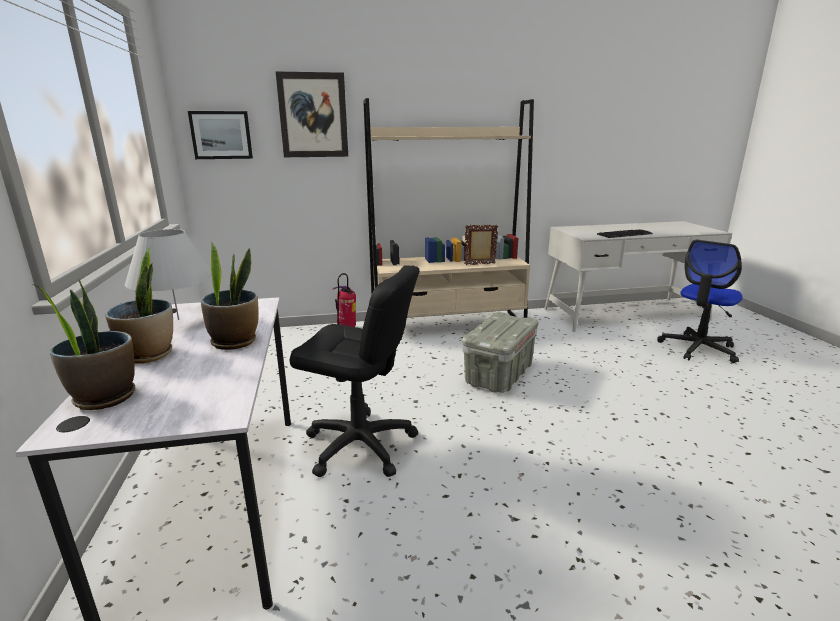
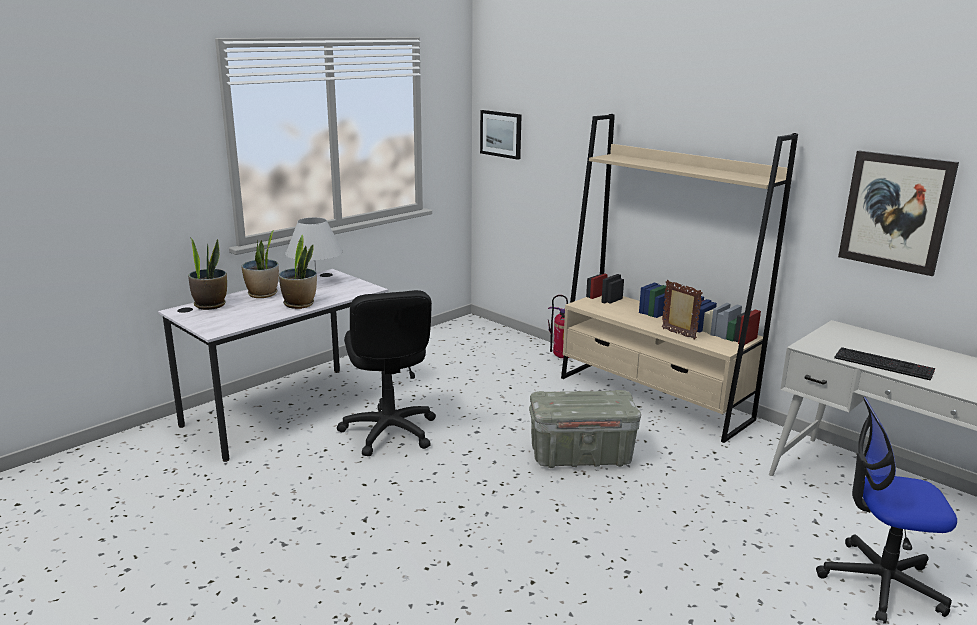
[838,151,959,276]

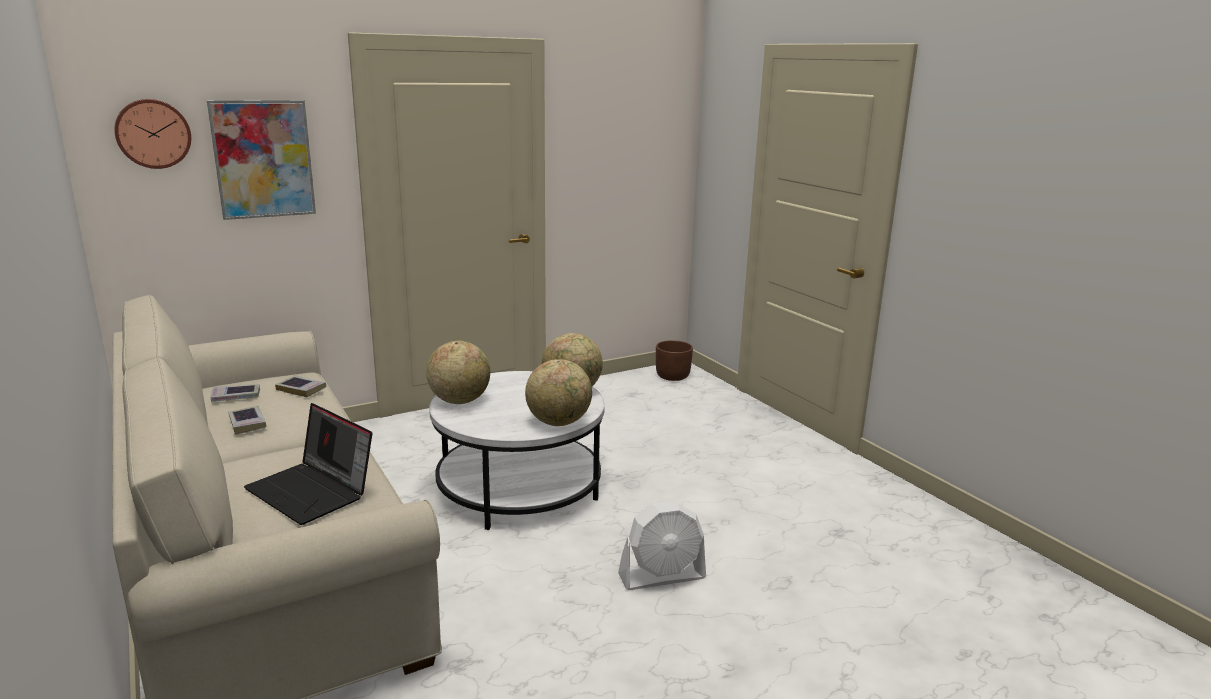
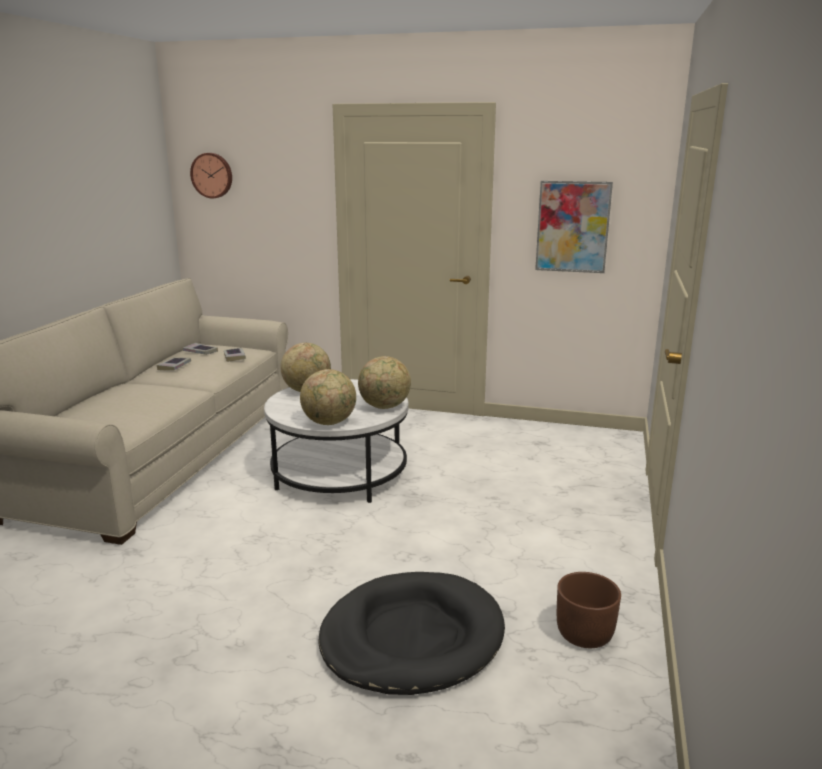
[318,572,505,695]
[535,181,613,273]
[557,572,621,648]
[244,403,372,525] (first image)
[618,501,706,590] (first image)

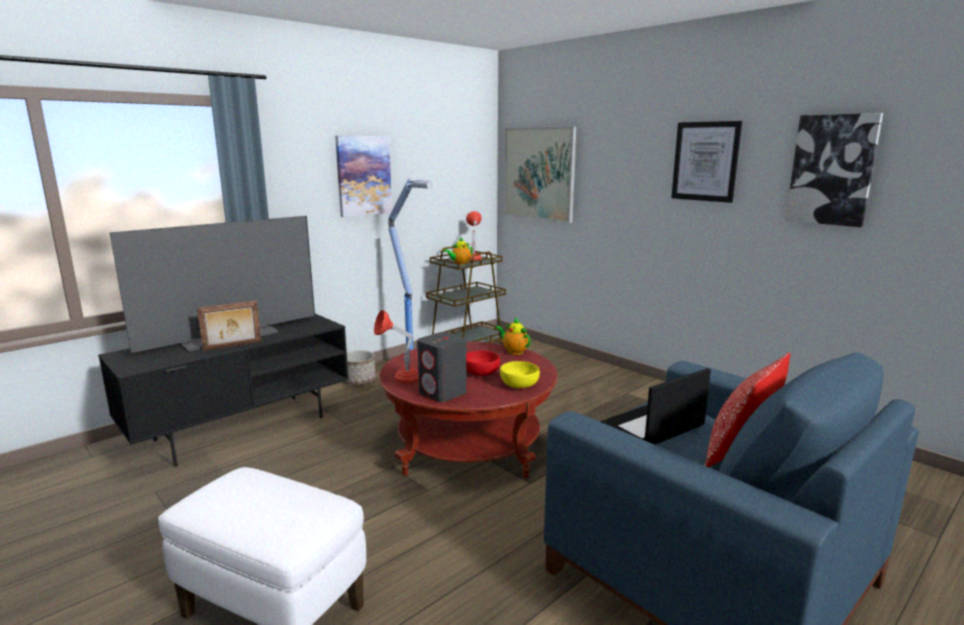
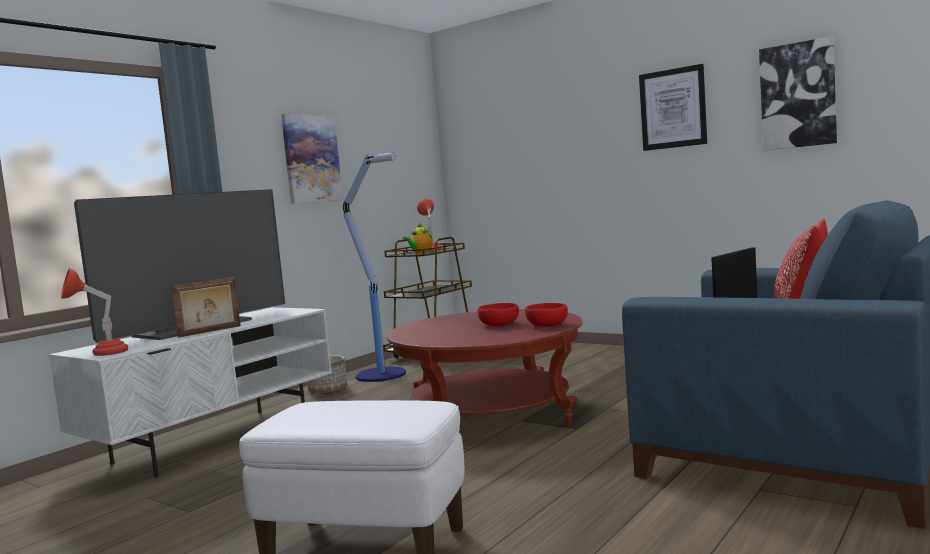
[49,307,332,478]
[61,268,128,356]
[525,303,568,326]
[417,332,467,402] (first image)
[495,318,531,355] (first image)
[504,126,577,223] (first image)

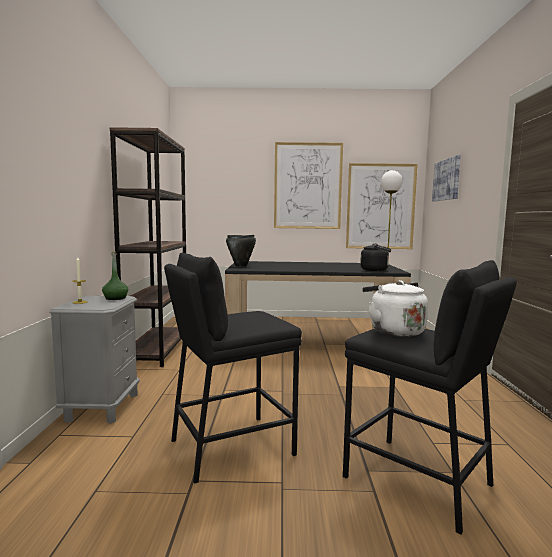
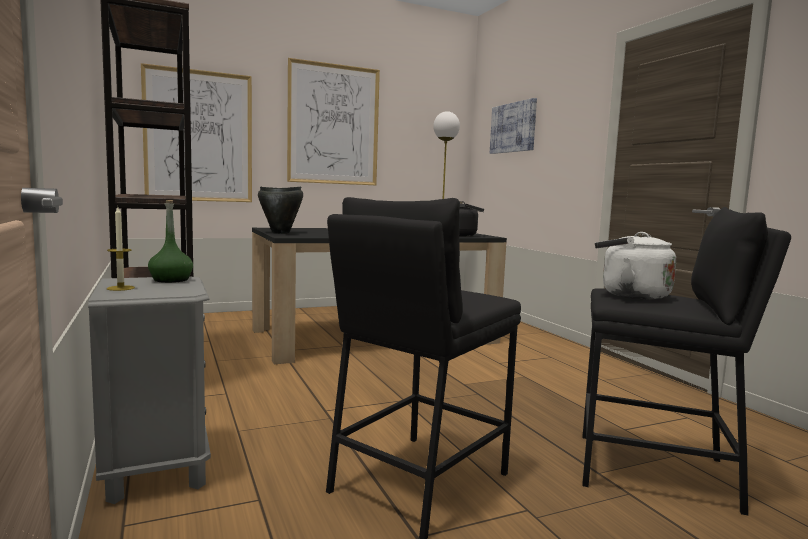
[141,63,252,202]

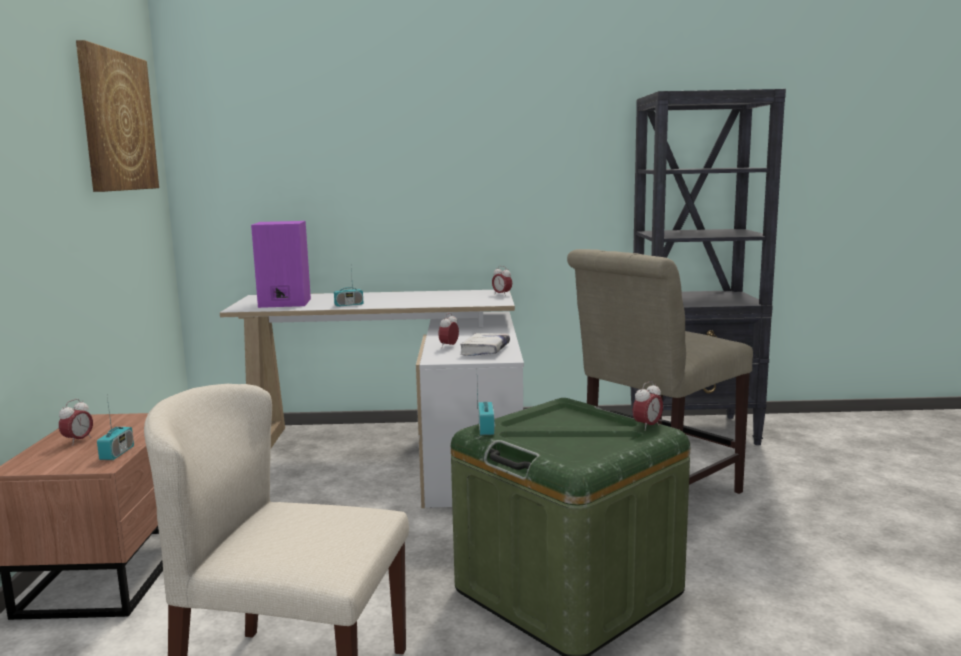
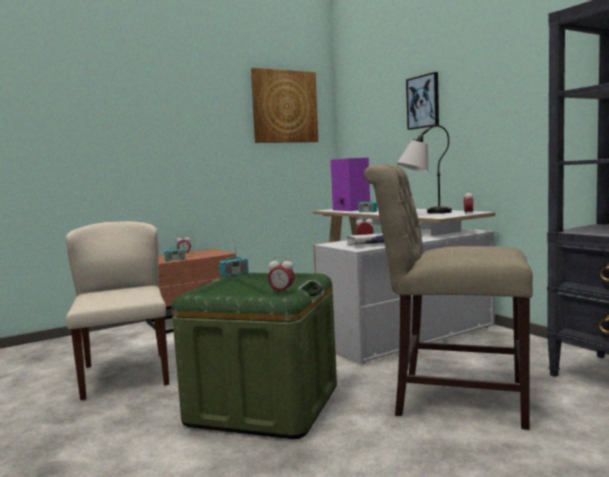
[397,125,452,214]
[406,72,439,130]

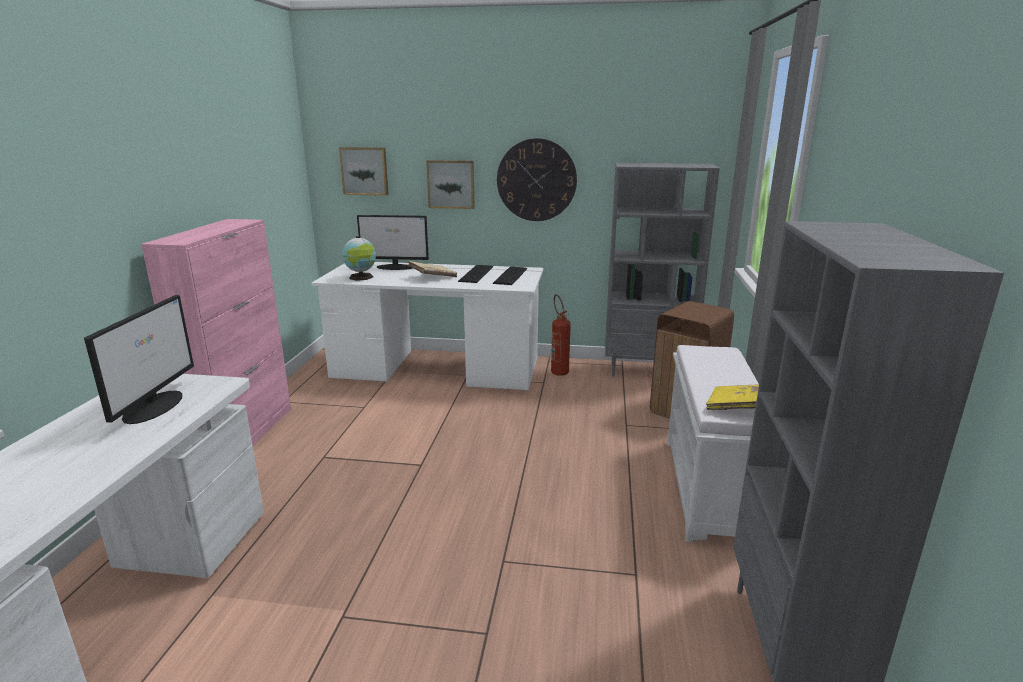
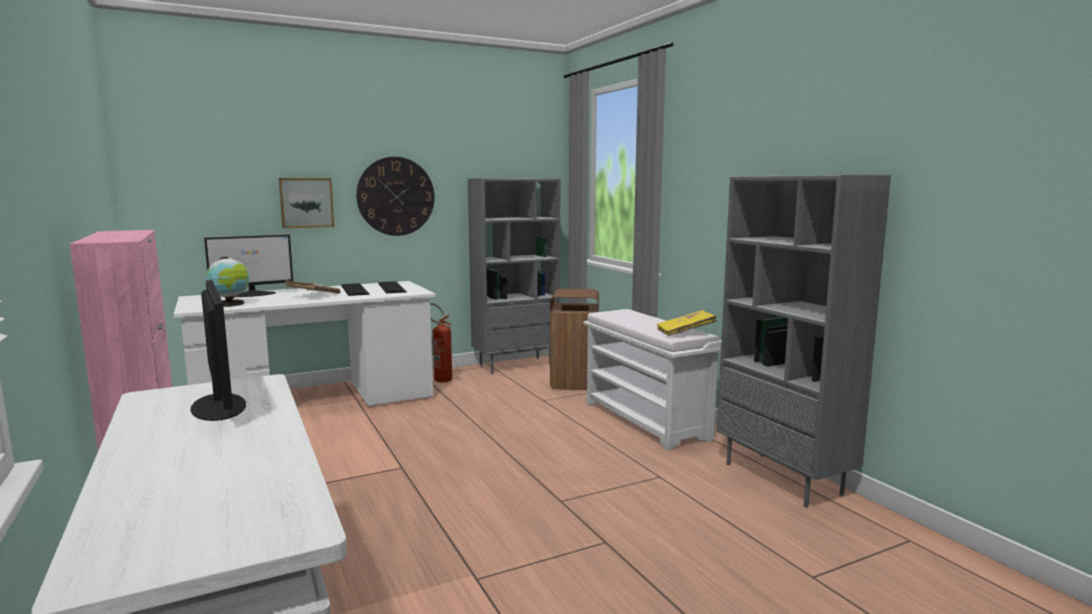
[339,147,389,196] (first image)

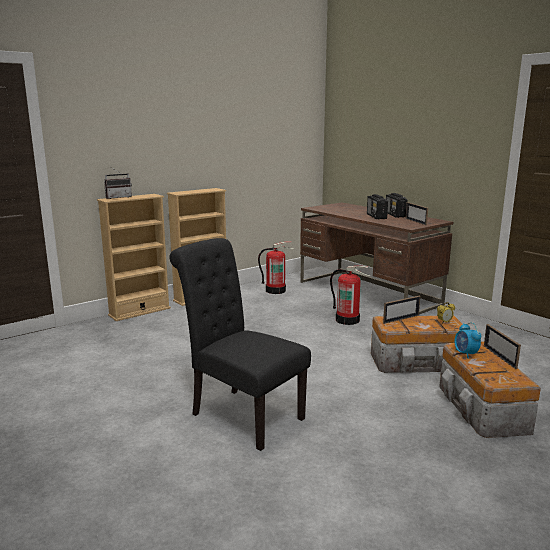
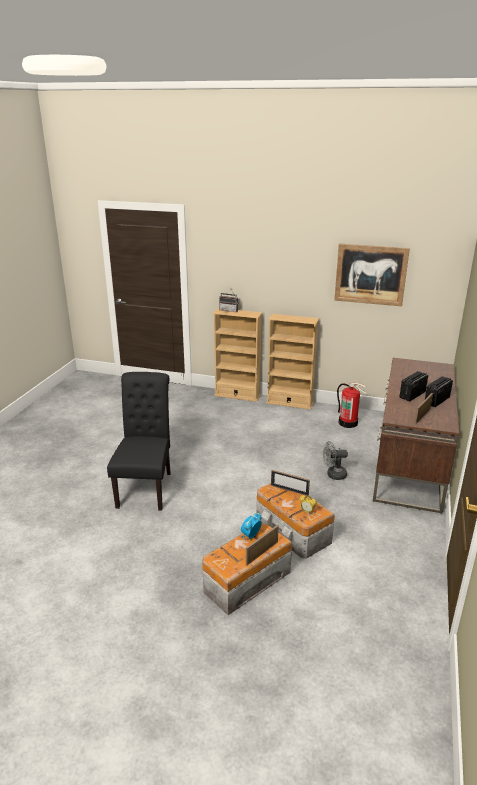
[323,441,348,480]
[334,244,410,306]

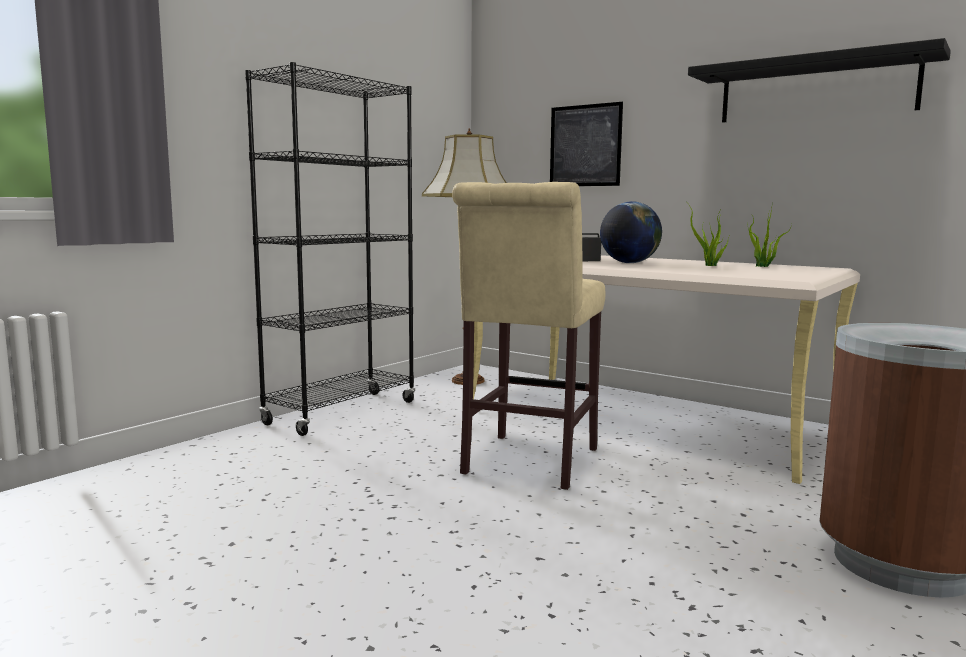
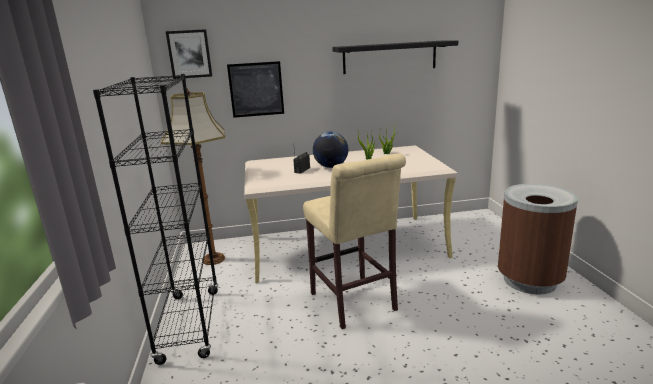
[166,29,212,79]

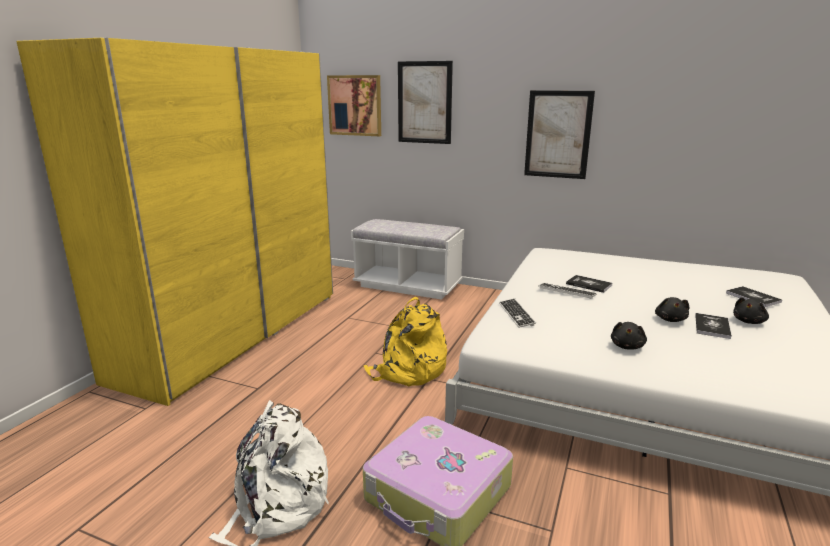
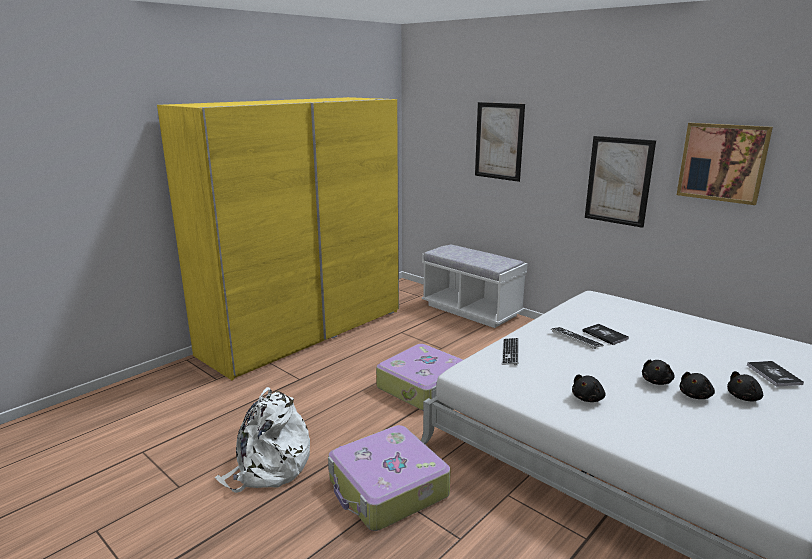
[376,344,463,410]
[677,123,773,205]
[680,372,715,399]

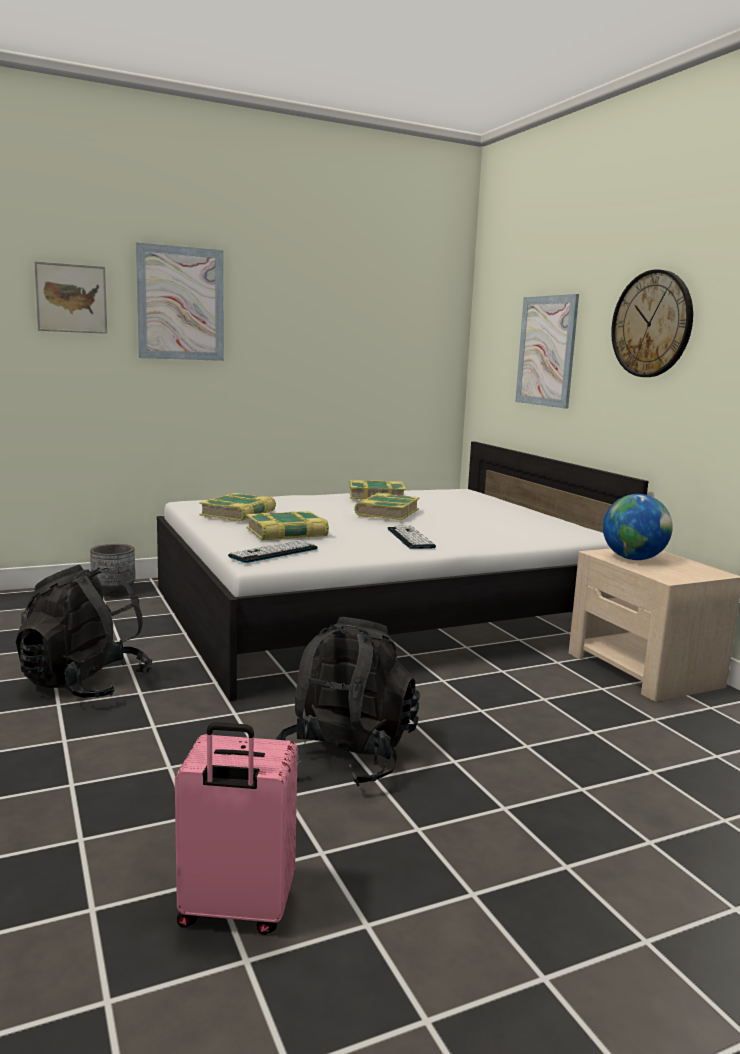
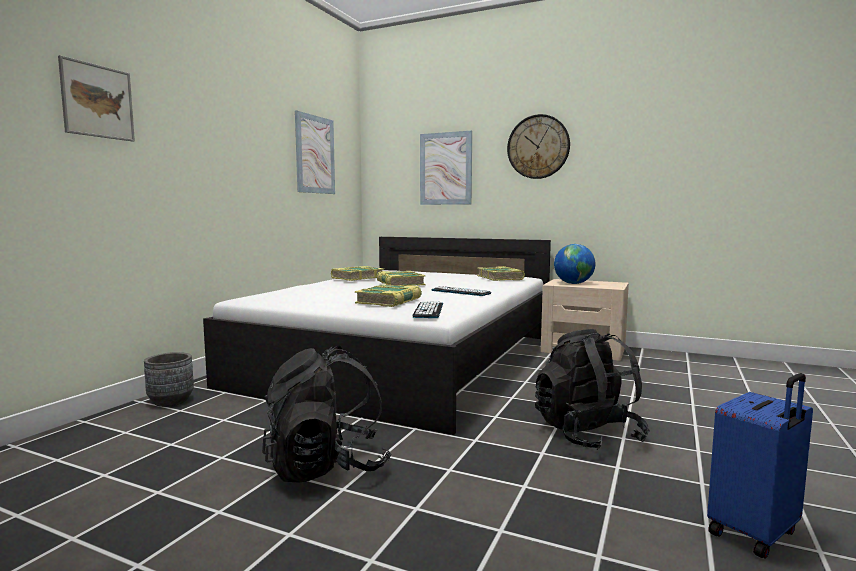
[295,110,335,194]
[477,266,525,281]
[707,373,813,559]

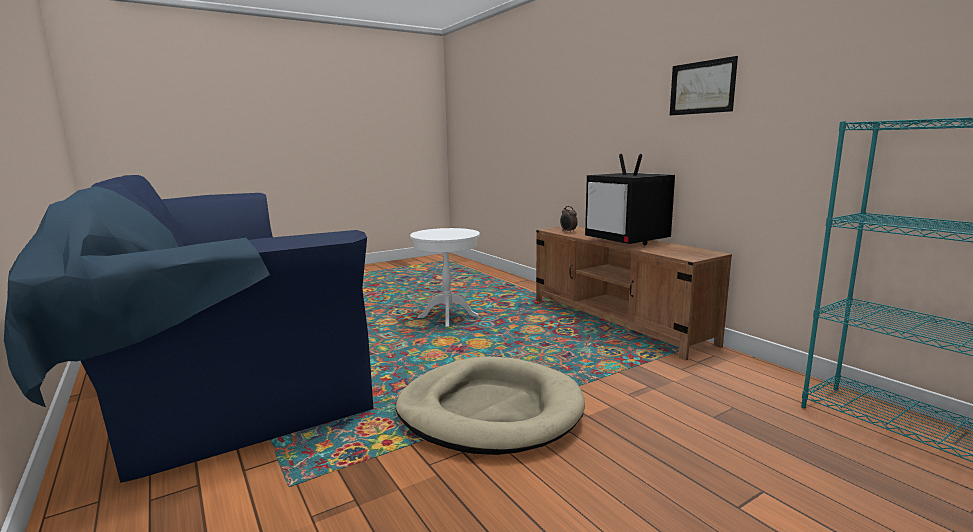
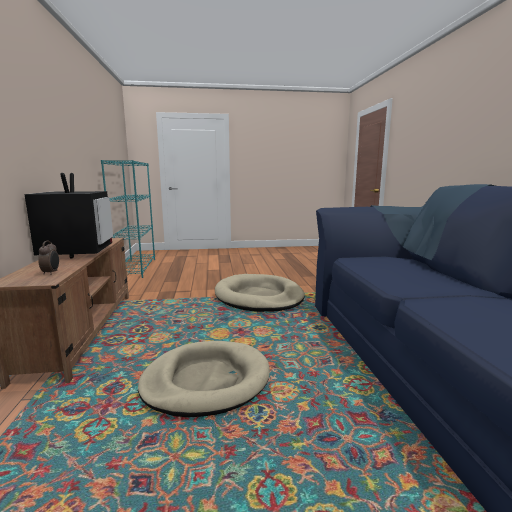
[138,341,270,417]
[670,56,738,116] (first image)

